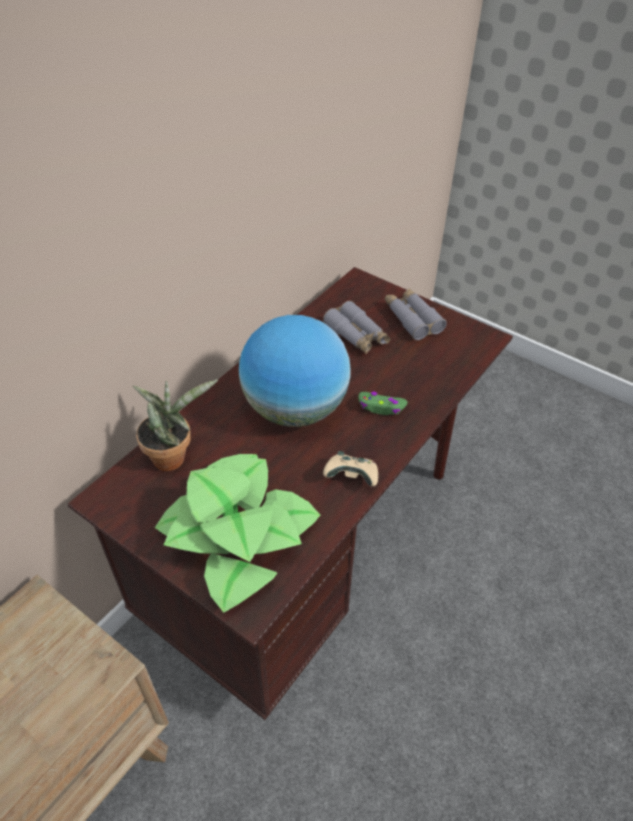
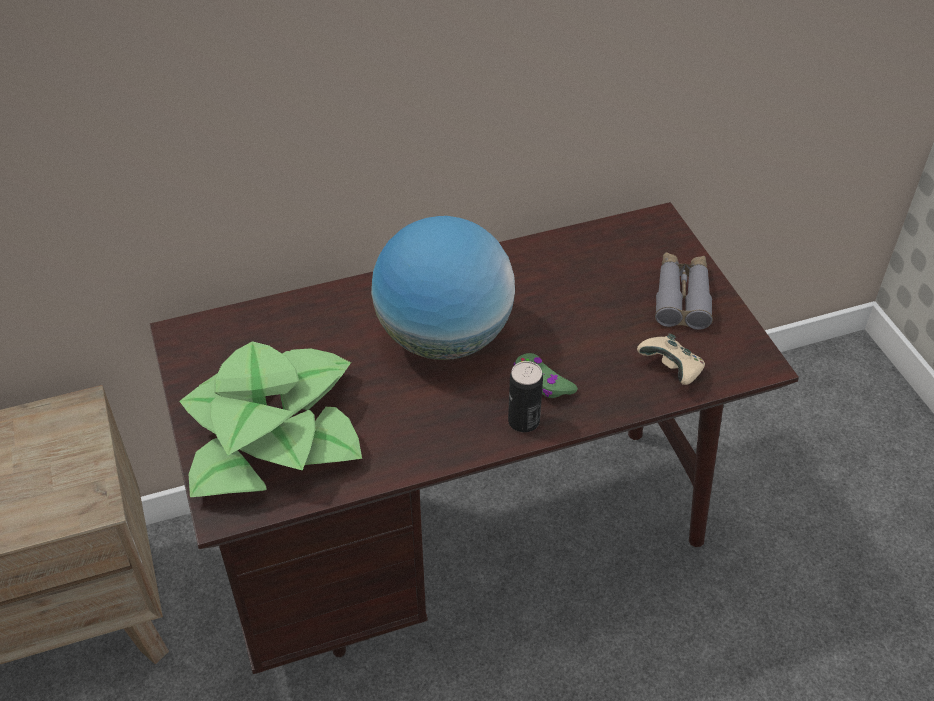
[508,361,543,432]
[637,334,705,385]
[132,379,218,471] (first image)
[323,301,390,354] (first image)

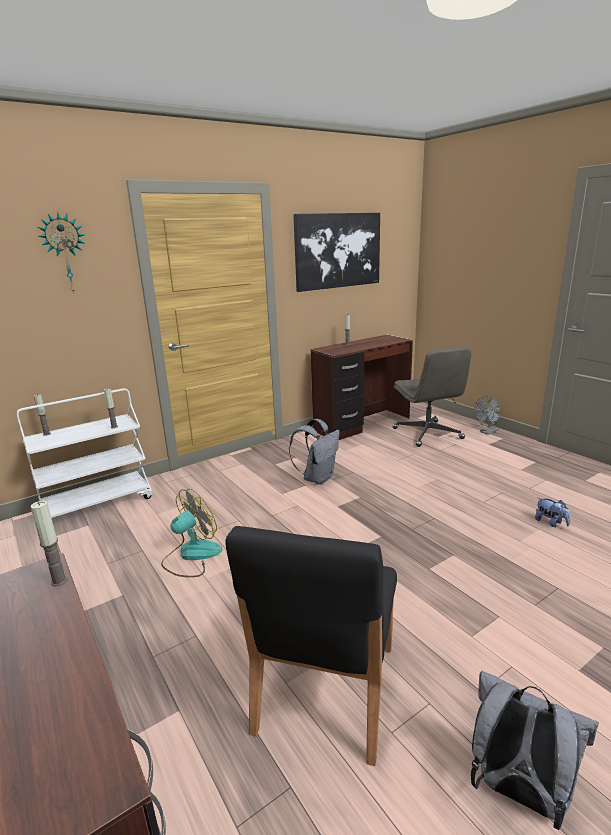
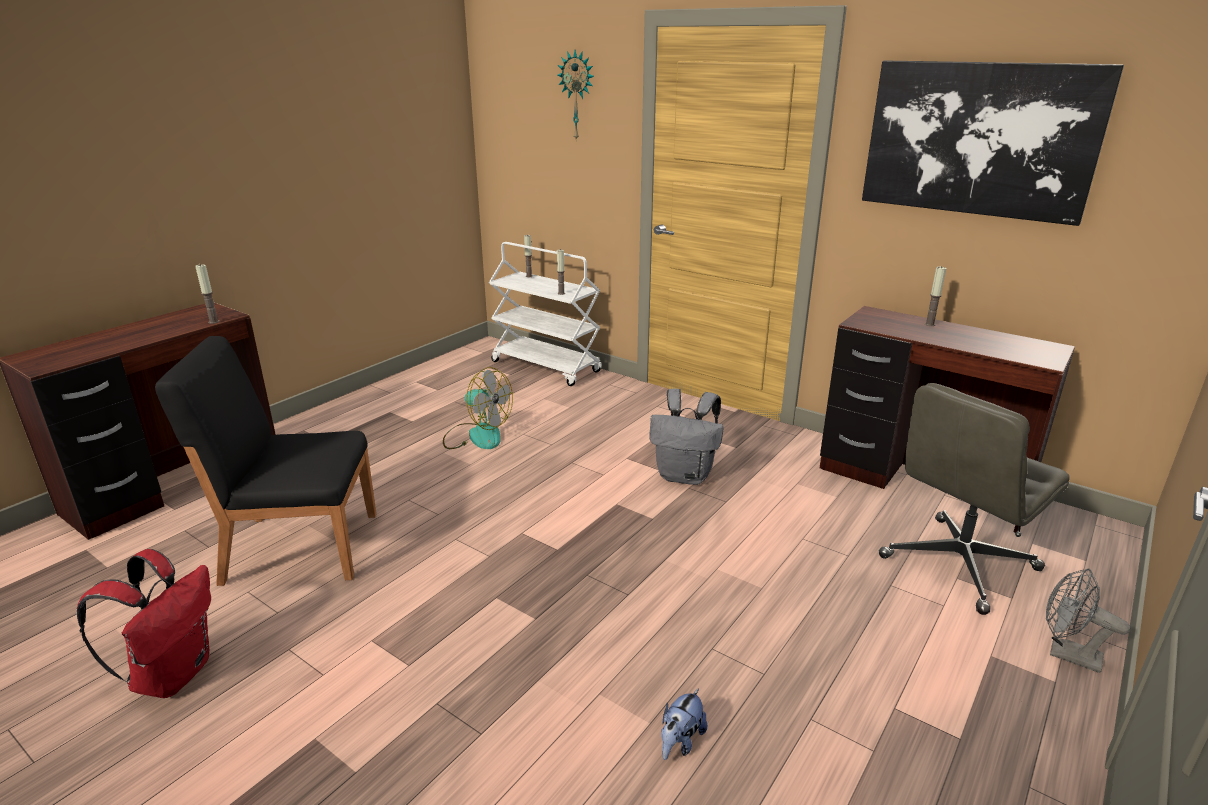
[76,549,211,698]

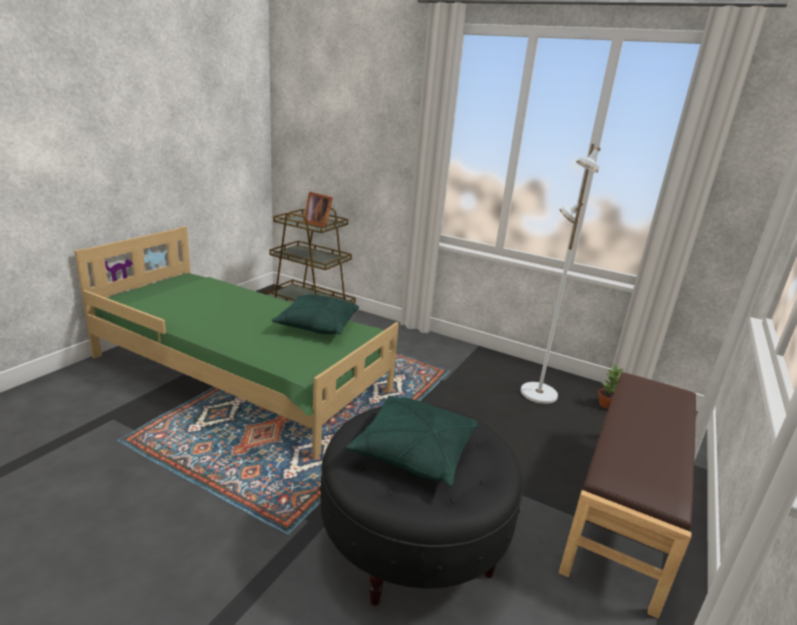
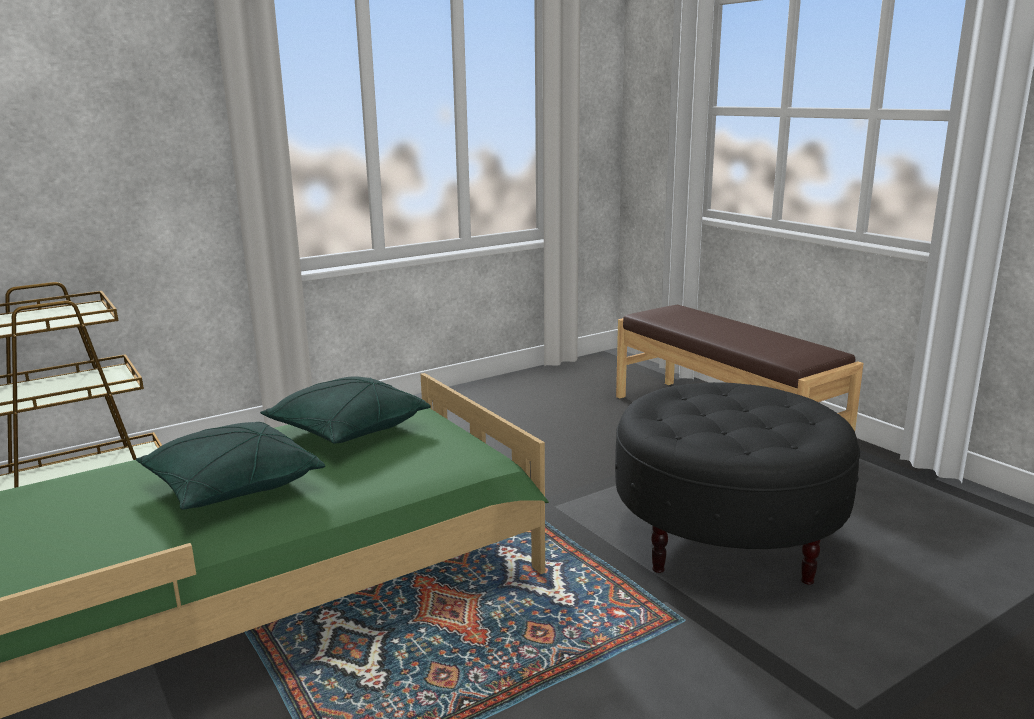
[136,422,325,510]
[303,191,333,228] (first image)
[521,144,601,404] (first image)
[598,365,625,409] (first image)

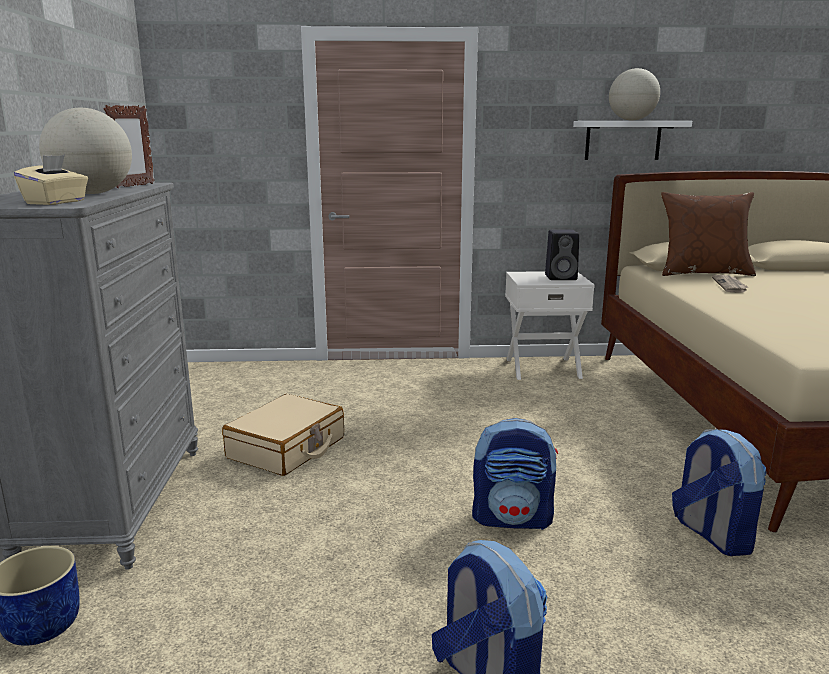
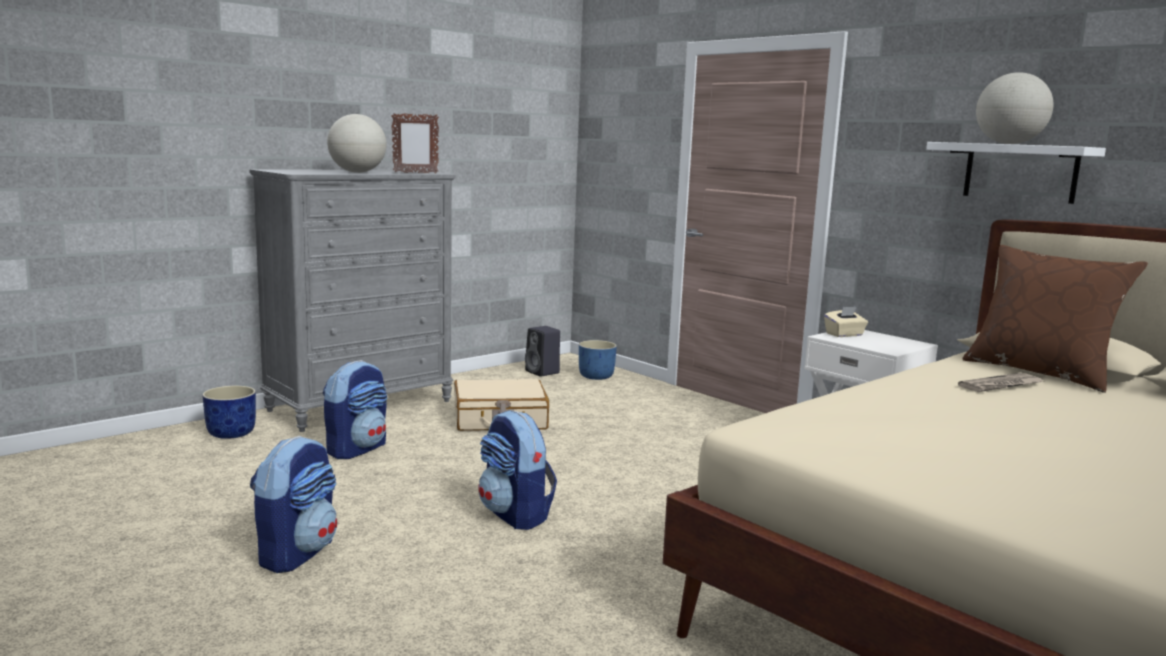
[323,360,388,459]
[525,326,560,376]
[579,340,617,380]
[824,307,868,337]

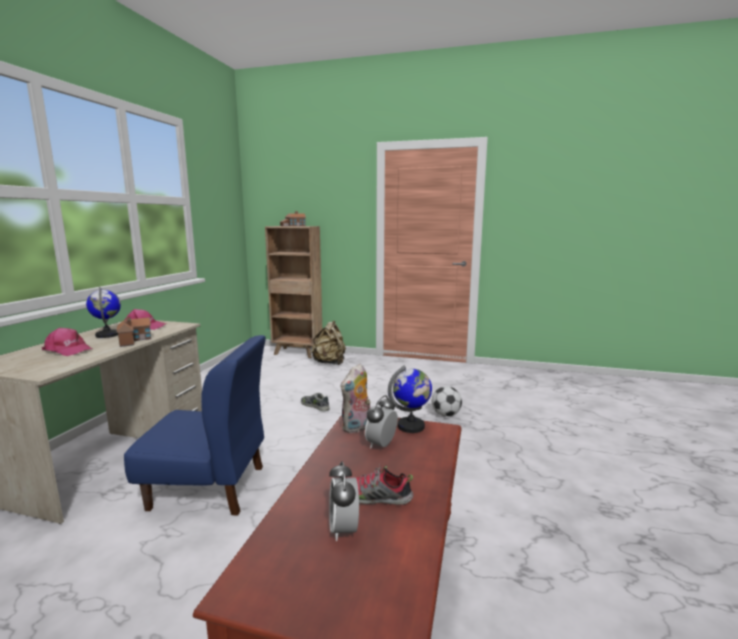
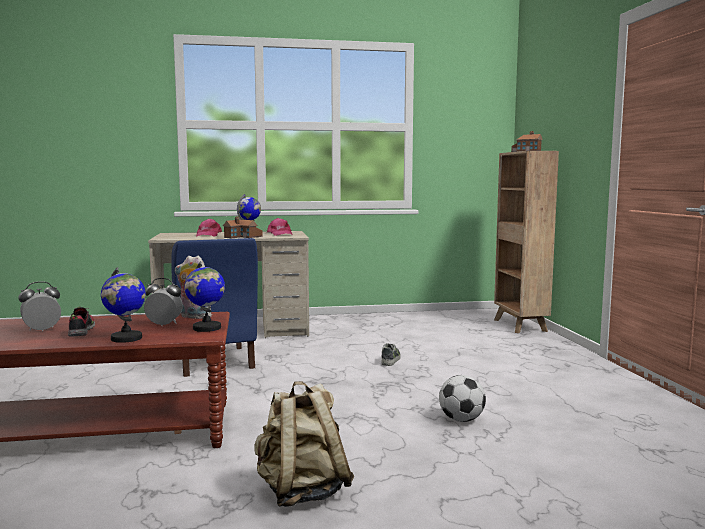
[101,267,146,343]
[255,381,355,507]

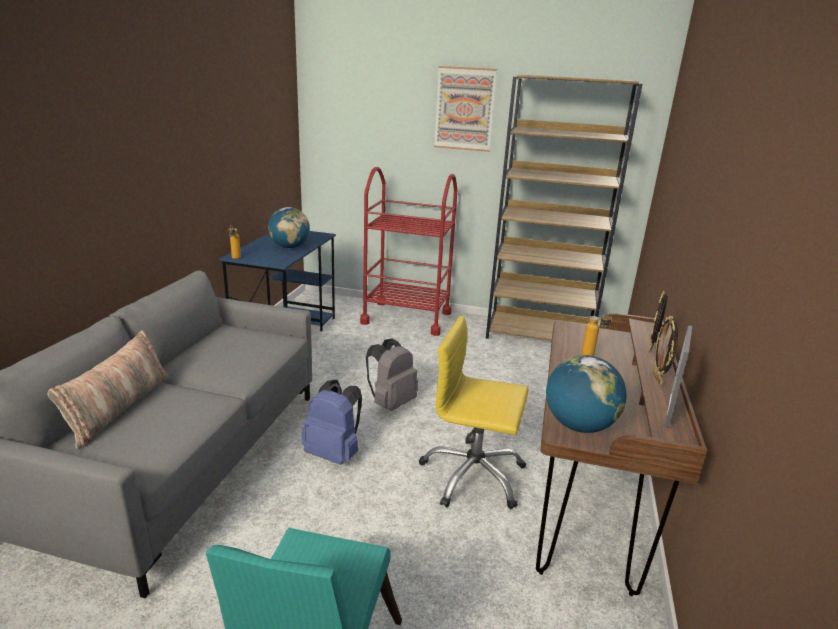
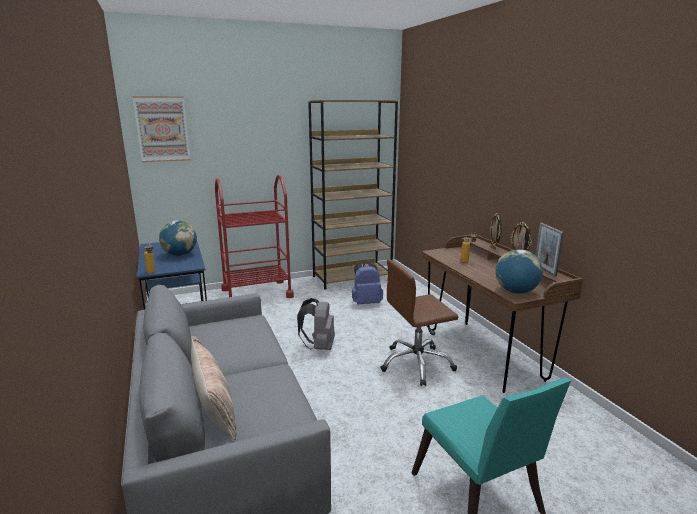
[132,96,191,162]
[352,262,383,304]
[380,259,458,386]

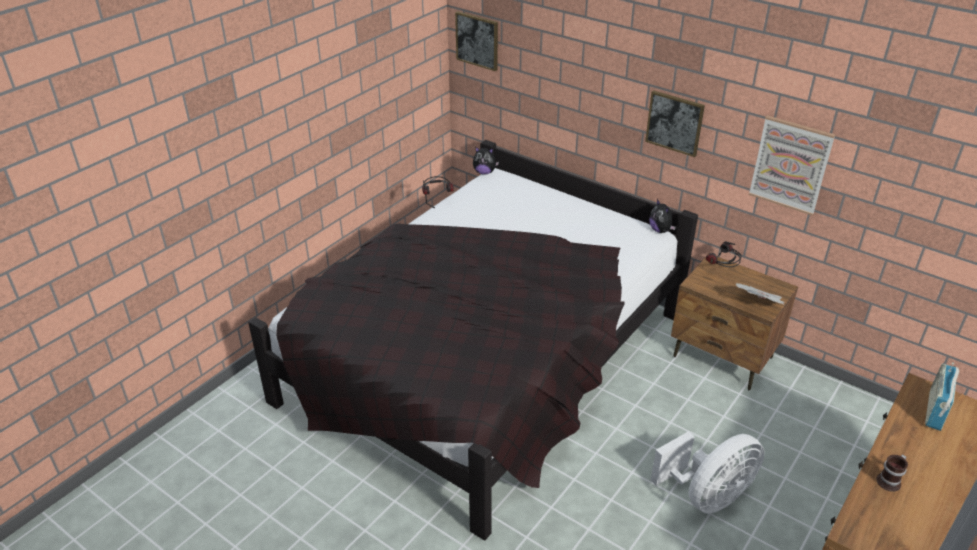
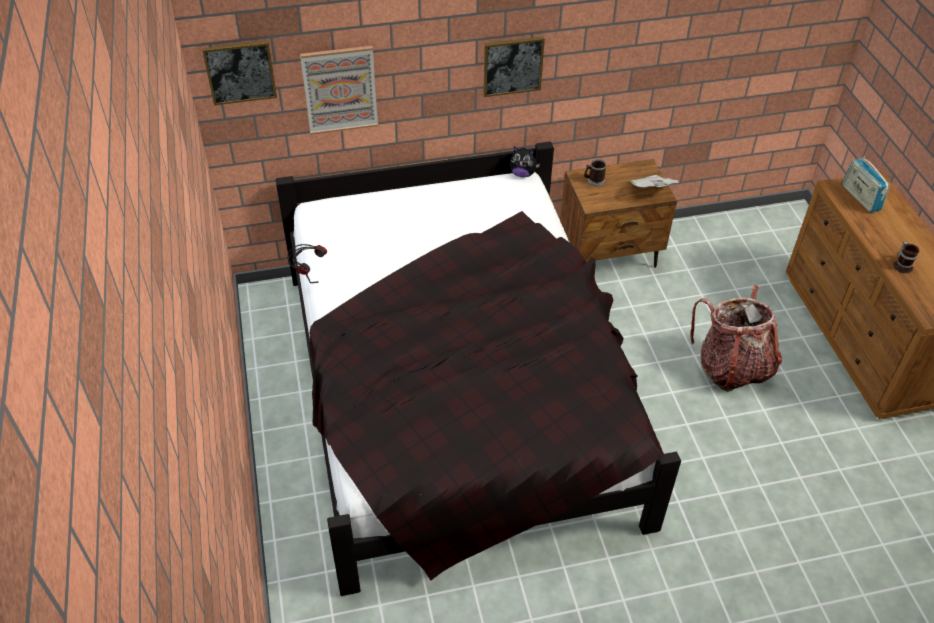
[300,46,378,135]
[584,159,606,186]
[690,285,782,392]
[473,147,499,175] (first image)

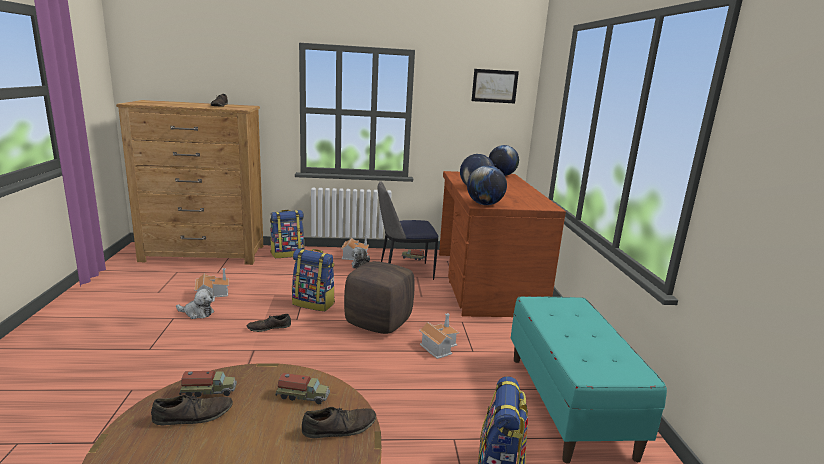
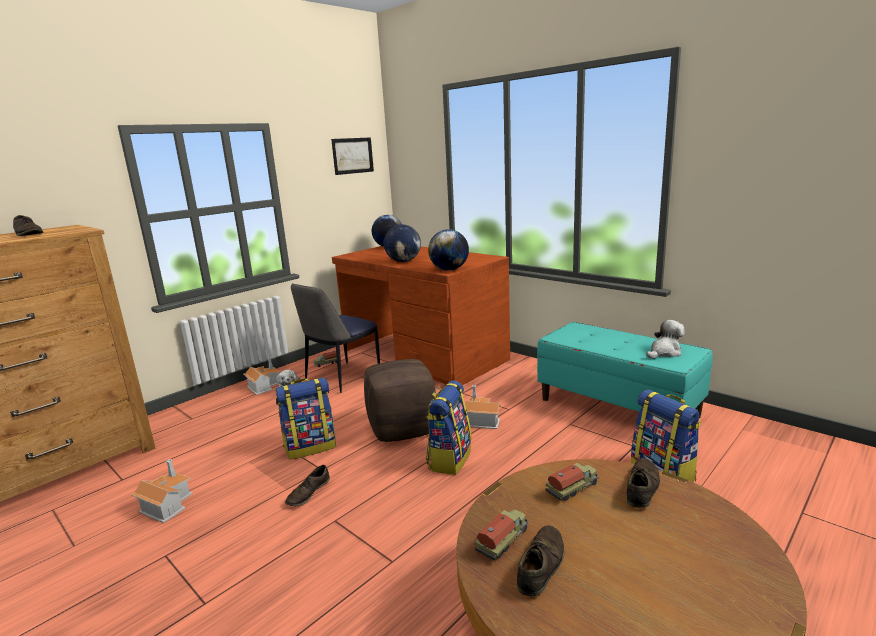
[426,380,472,475]
[646,320,685,358]

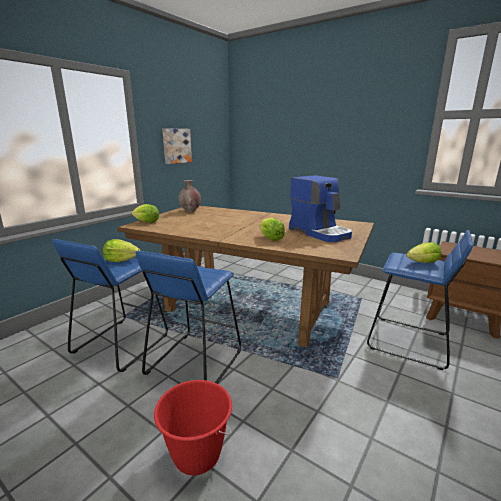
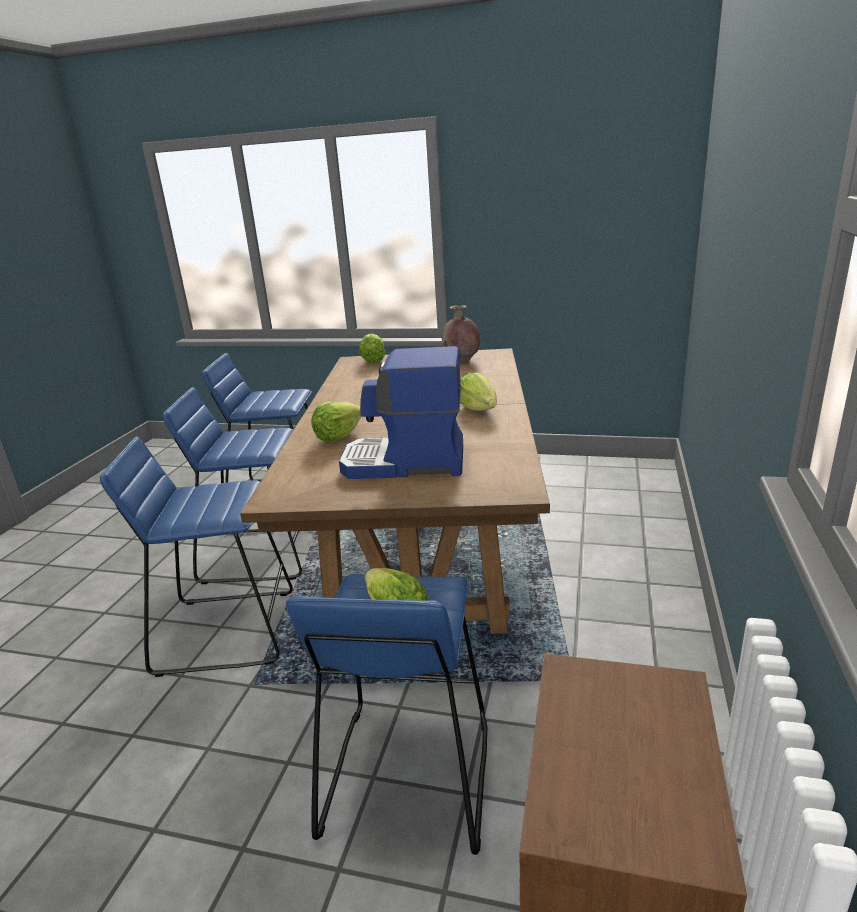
[100,437,293,677]
[339,346,463,479]
[460,373,497,411]
[154,380,232,475] (first image)
[162,128,192,164] (first image)

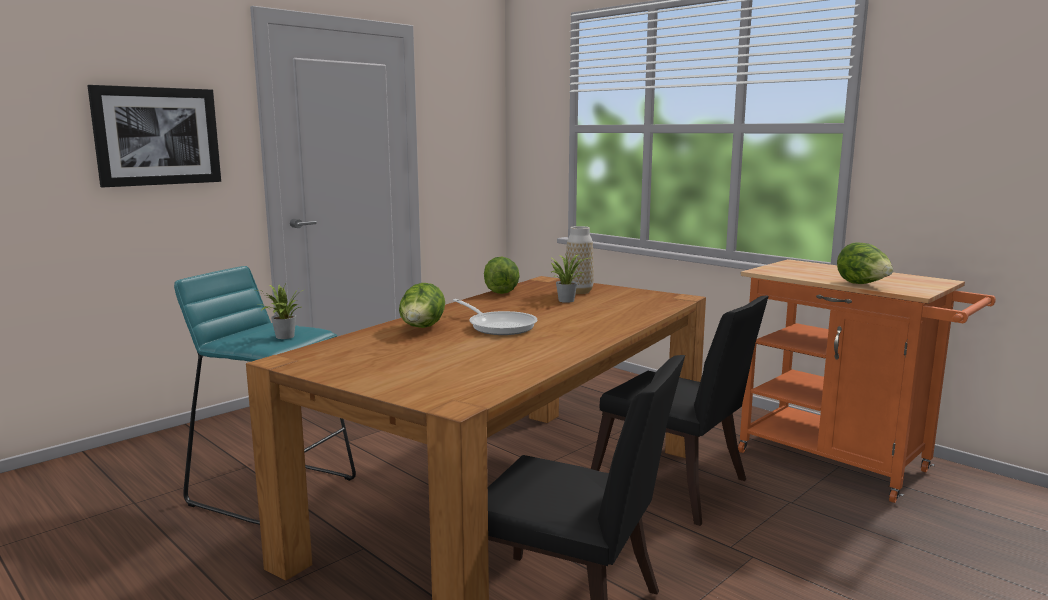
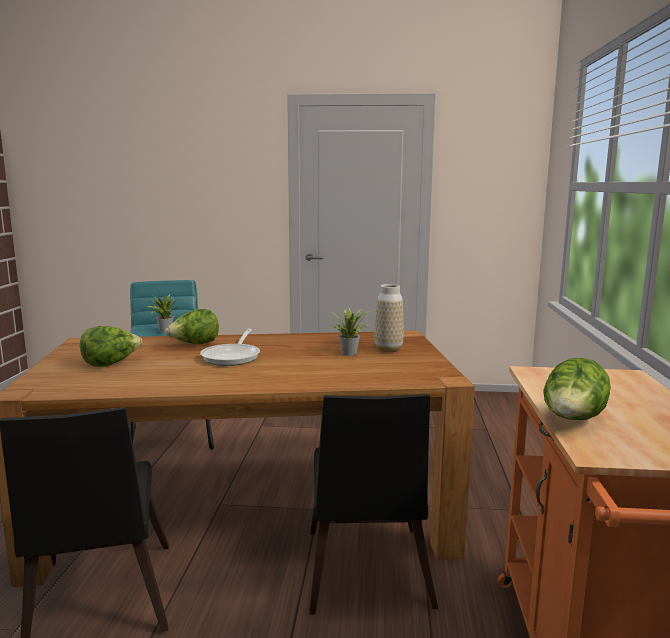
[80,326,142,367]
[87,85,221,187] (first image)

